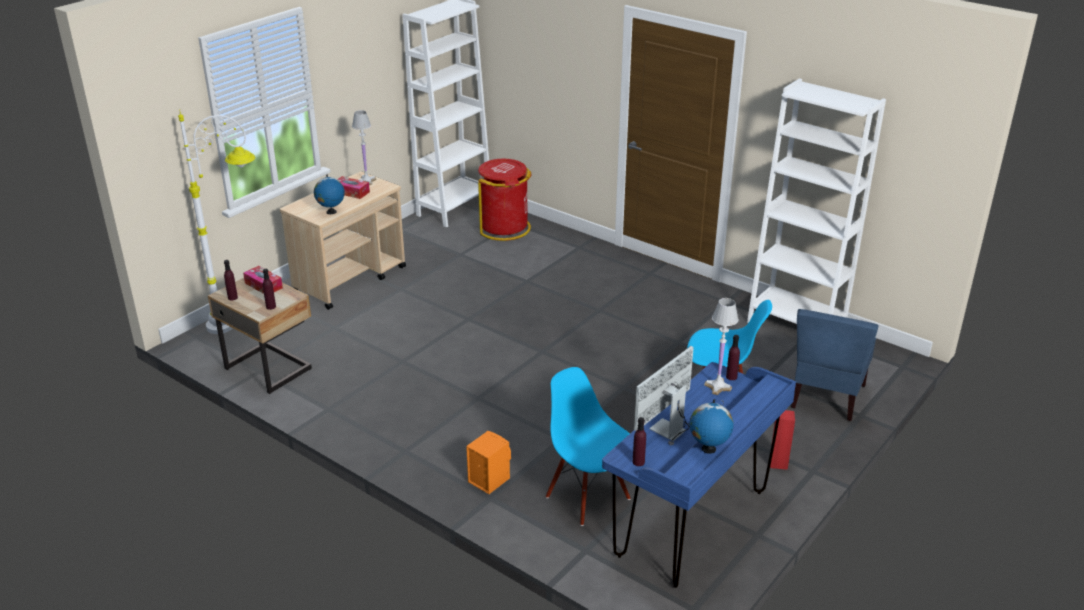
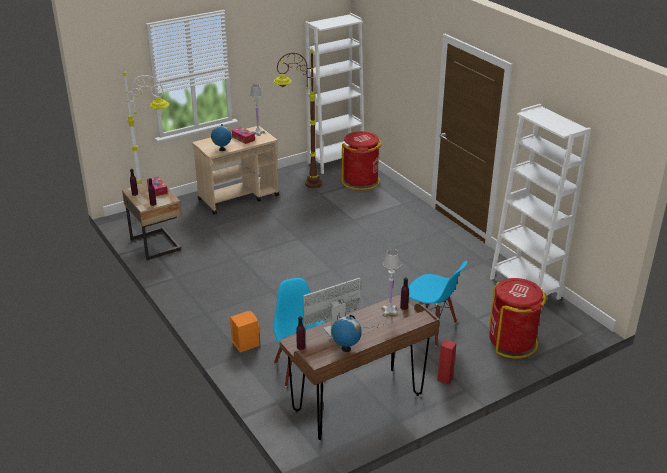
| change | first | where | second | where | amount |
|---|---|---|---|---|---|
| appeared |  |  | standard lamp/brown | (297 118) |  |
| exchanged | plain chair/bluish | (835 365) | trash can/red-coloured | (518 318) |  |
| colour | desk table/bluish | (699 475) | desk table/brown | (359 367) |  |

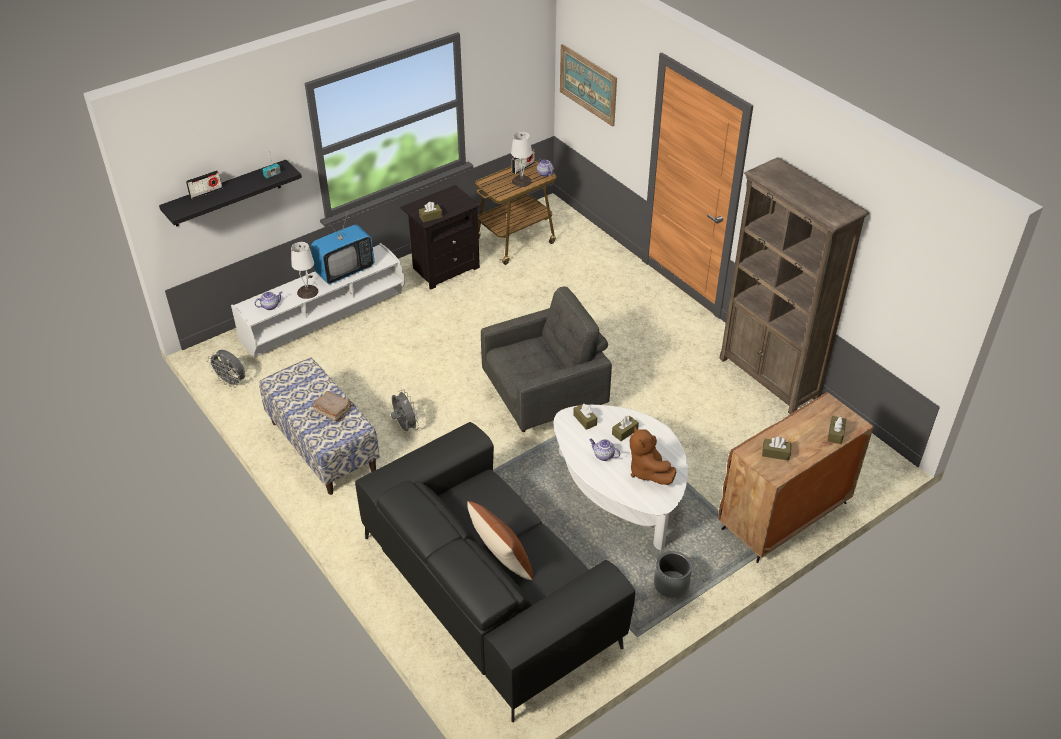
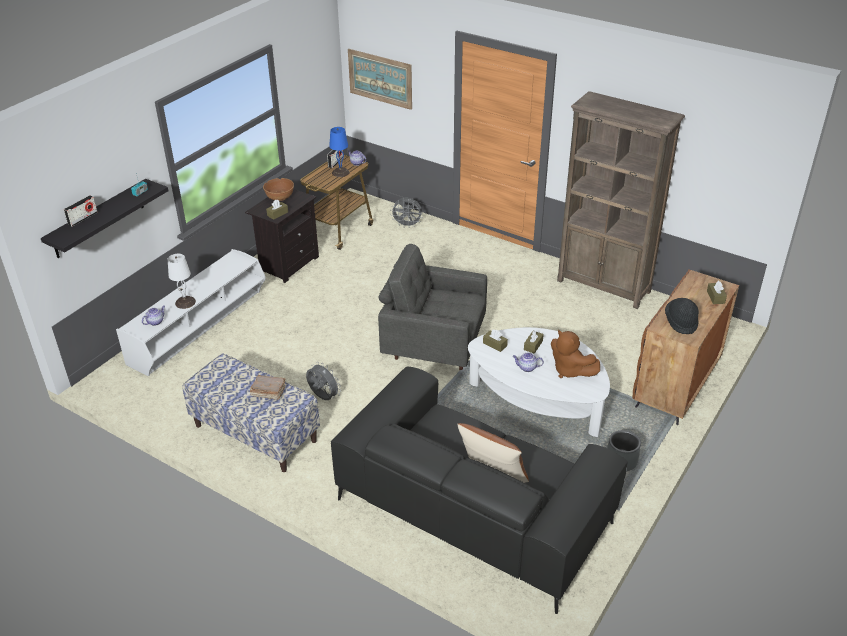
| change | first | where | second | where | amount |
|---|---|---|---|---|---|
| missing | TV | (342 247) |  |  |  |
| appeared |  |  | bowl/brown | (278 189) |  |
| relocated | fan/grey | (226 369) |  | (406 212) |  |
| exchanged | tissue holder/brown | (777 449) | clothing hat/blackish | (682 316) |  |
| colour | table lamp/white | (521 159) | table lamp/bluish | (339 152) |  |
| spun | lounge chair/grey | (546 359) |  | (432 307) | 120 degrees counterclockwise |

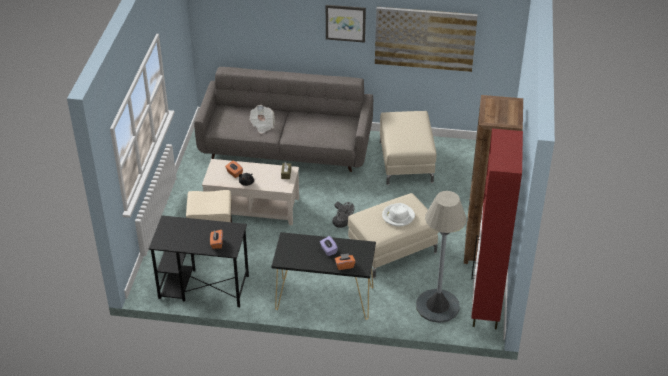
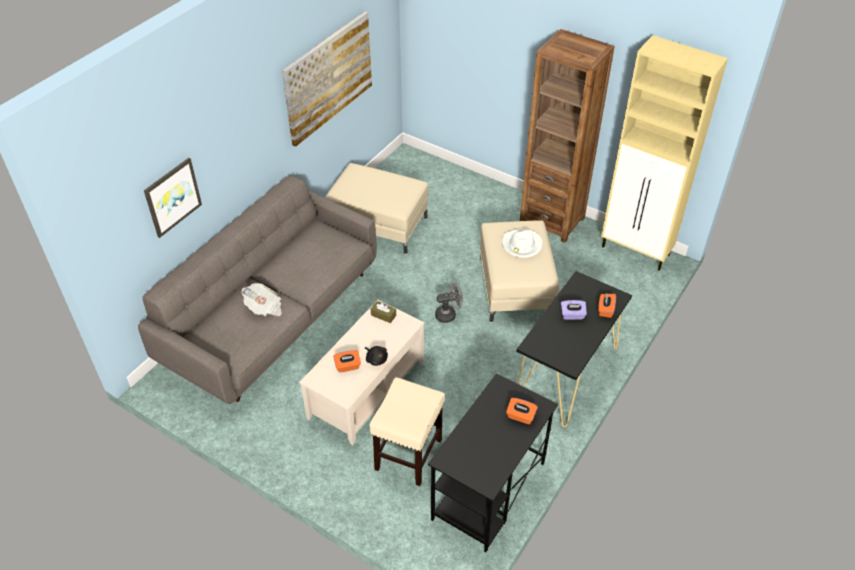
| change | first | where | second | where | amount |
|---|---|---|---|---|---|
| missing | standard lamp/grey | (441 257) |  |  |  |
| relocated | wall picture | (346 24) |  | (173 198) |  |
| colour | cabinet/red-coloured | (497 229) | cabinet/beige | (664 153) |  |

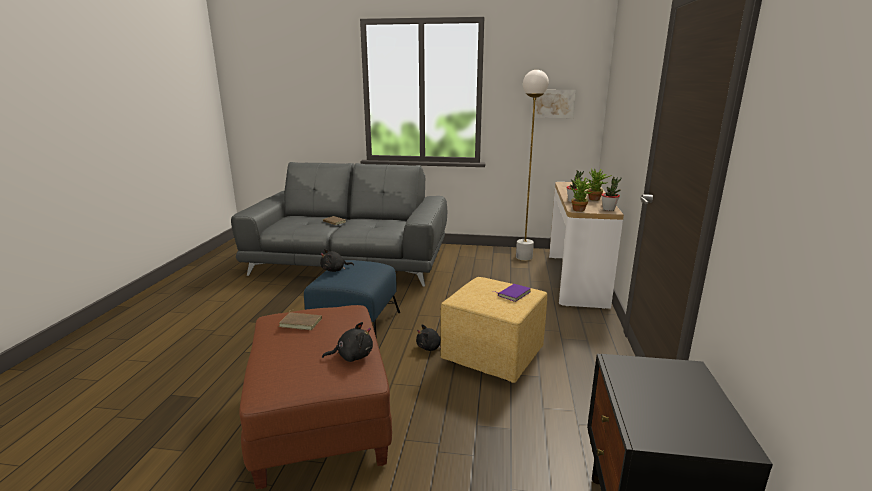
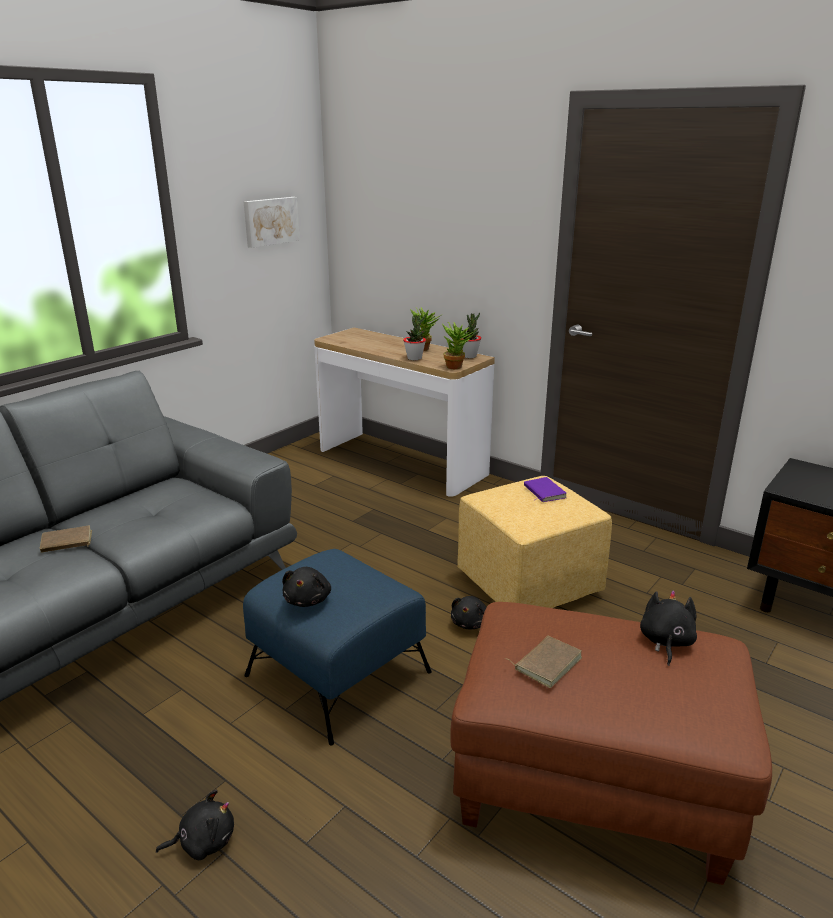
| change | first | where | second | where | amount |
|---|---|---|---|---|---|
| missing | standard lamp/white | (532 165) |  |  |  |
| appeared |  |  | soft toy/blackish | (195 825) |  |

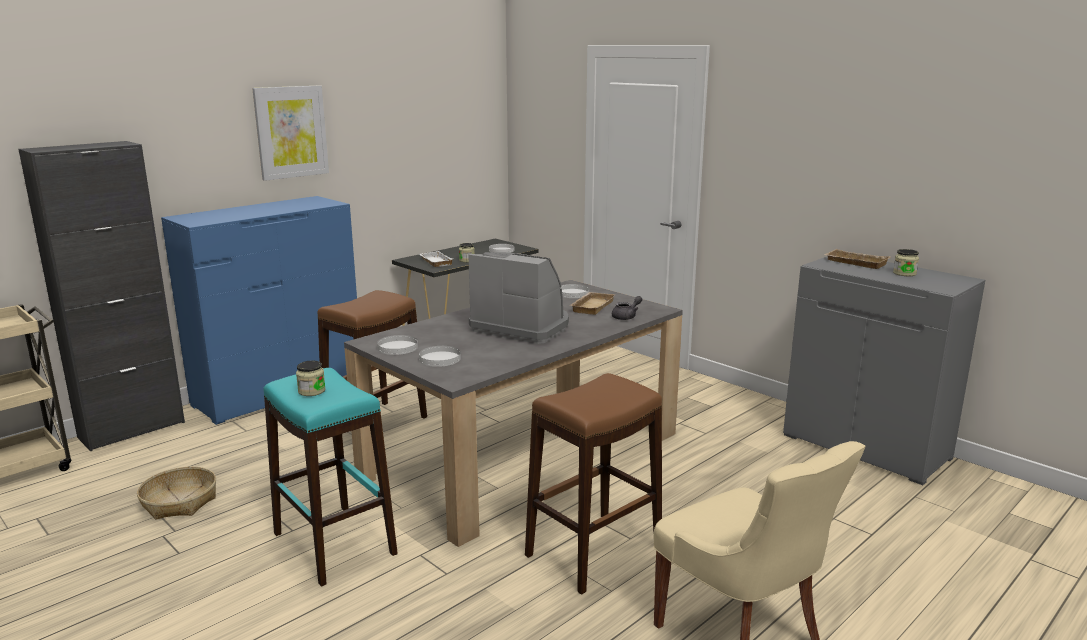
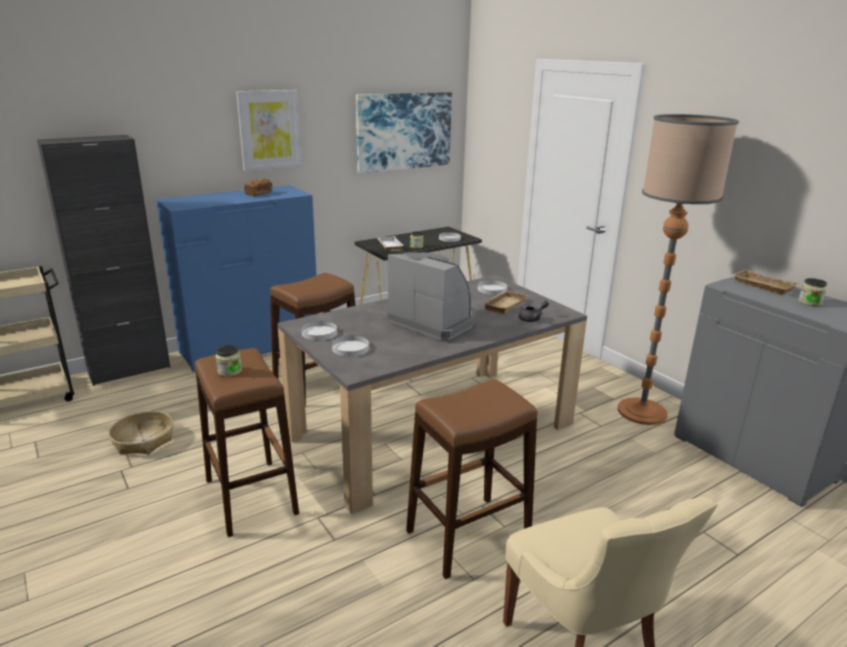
| change | first | where | second | where | amount |
|---|---|---|---|---|---|
| appeared |  |  | bread | (258 187) |  |
| appeared |  |  | wall picture | (404 132) |  |
| appeared |  |  | standard lamp | (678 269) |  |
| colour | stool/blue-green | (330 477) | stool/brown | (247 442) |  |

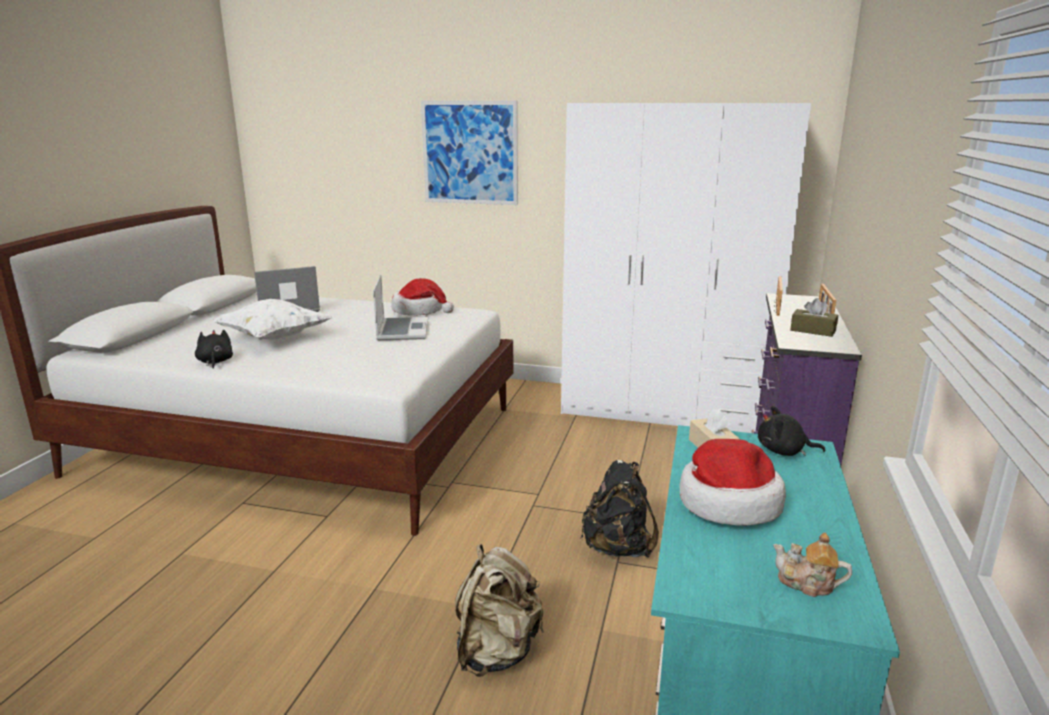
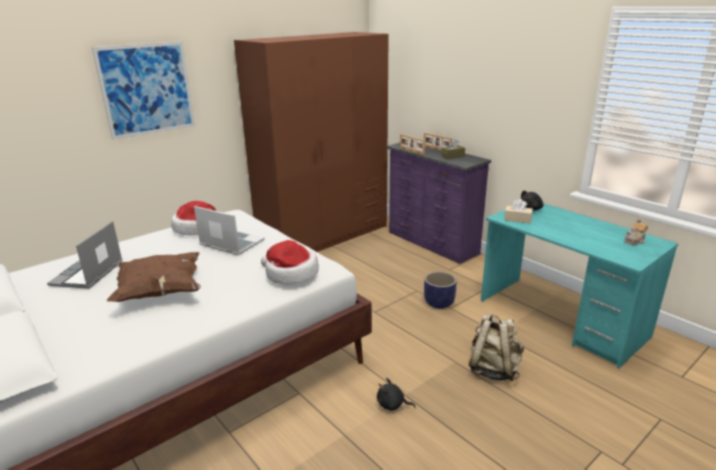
| change | first | where | second | where | amount |
|---|---|---|---|---|---|
| relocated | soft toy/blackish | (214 349) |  | (396 394) |  |
| relocated | clothing hat | (733 482) |  | (290 262) |  |
| exchanged | rucksack/blackish | (620 508) | plant pot | (440 290) |  |
| colour | cushion/white | (272 319) | cushion/brown | (154 277) |  |
| colour | wardrobe/white | (686 268) | wardrobe/brown | (311 142) |  |

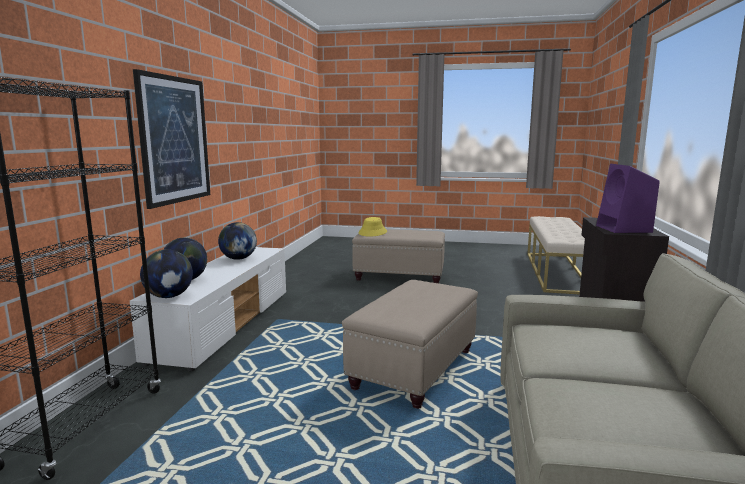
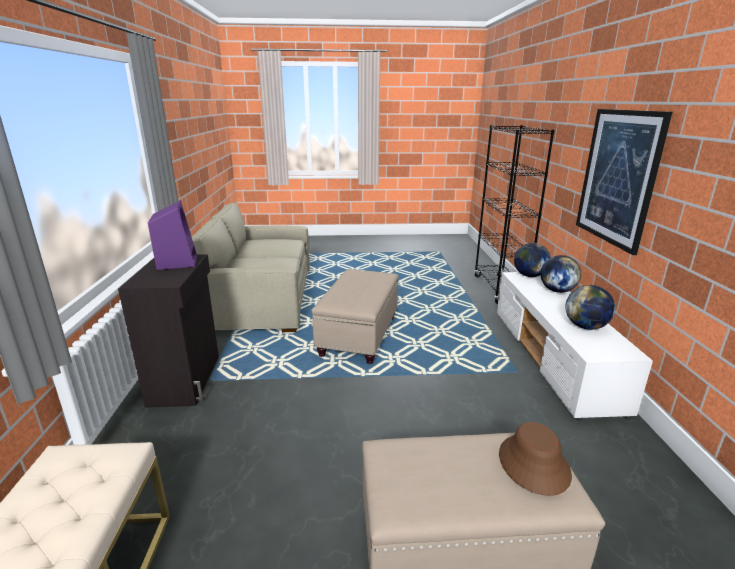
| change | first | where | second | where | amount |
|---|---|---|---|---|---|
| colour | clothing hat/yellow | (372 226) | clothing hat/brown | (535 459) |  |

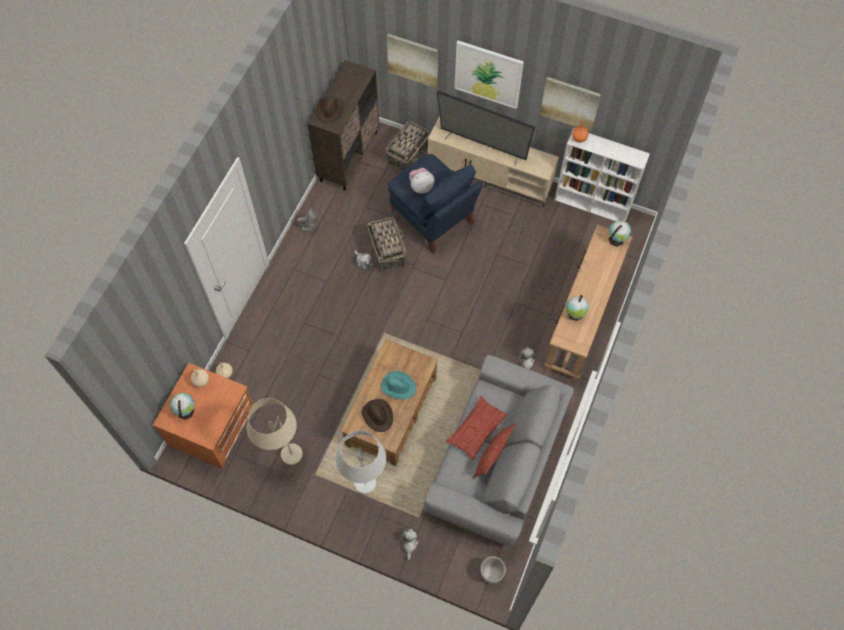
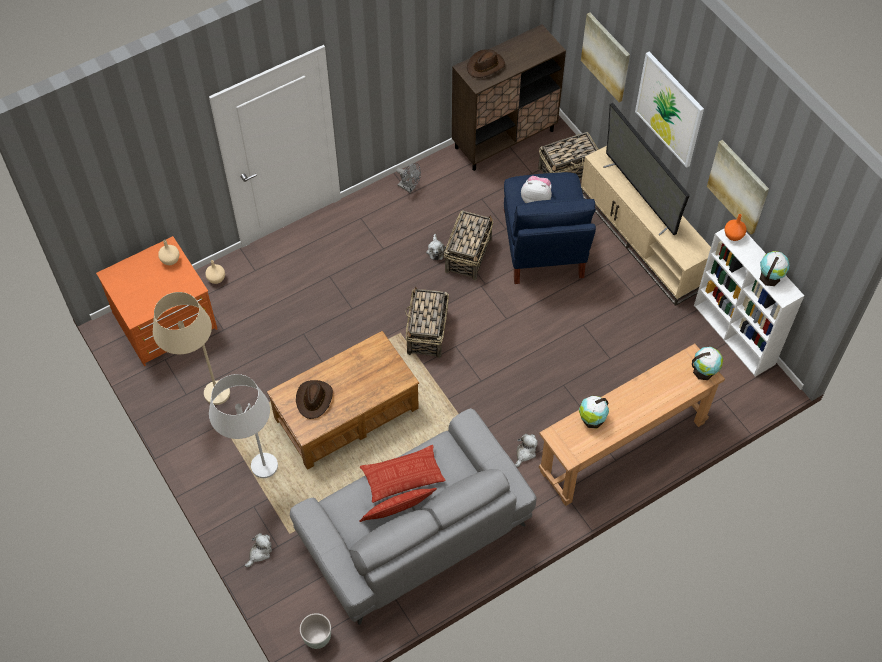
| change | first | where | second | where | amount |
|---|---|---|---|---|---|
| missing | clothing hat/blue-green | (398 385) |  |  |  |
| appeared |  |  | household basket | (427 322) |  |
| relocated | globe | (182 406) |  | (775 268) |  |

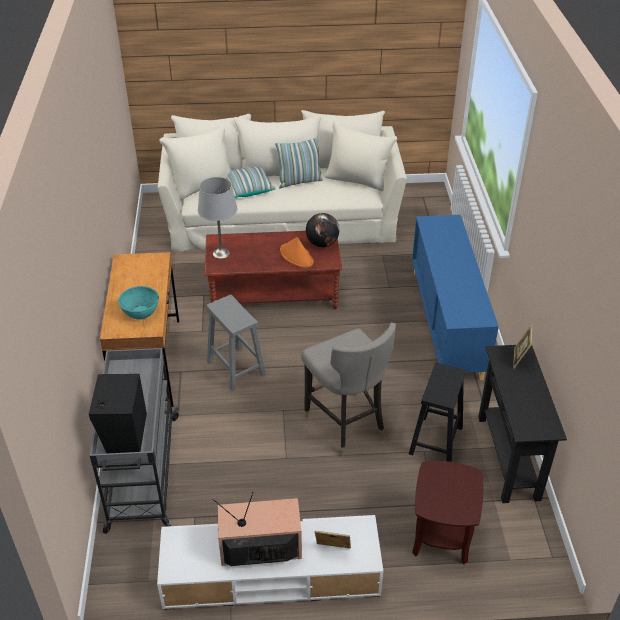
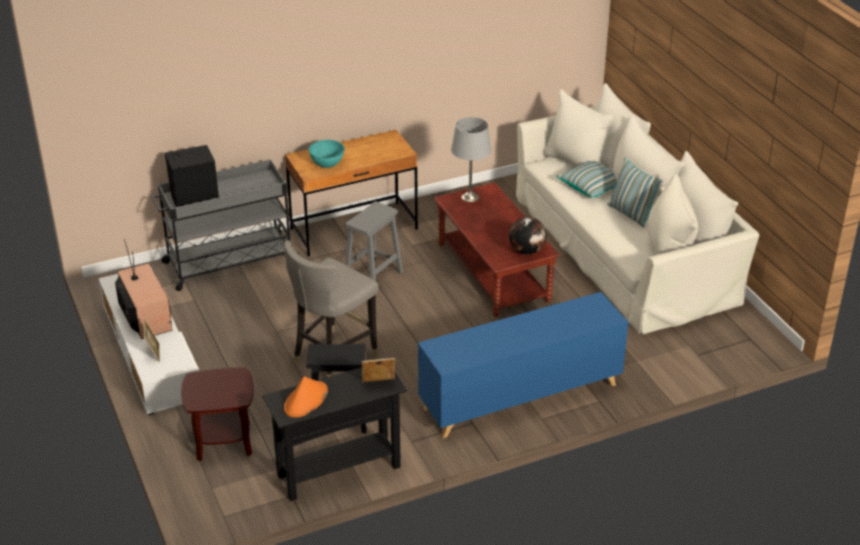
| change | first | where | second | where | amount |
|---|---|---|---|---|---|
| relocated | clothing hat/orange | (297 252) |  | (306 397) |  |

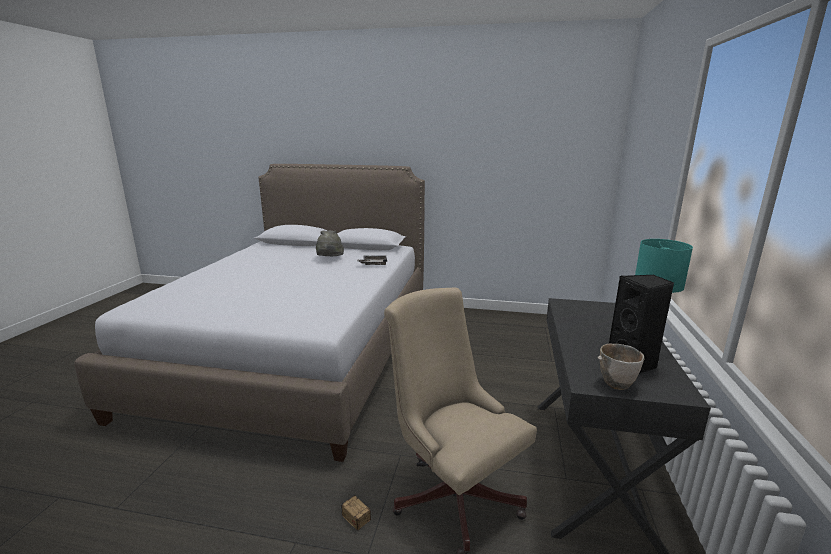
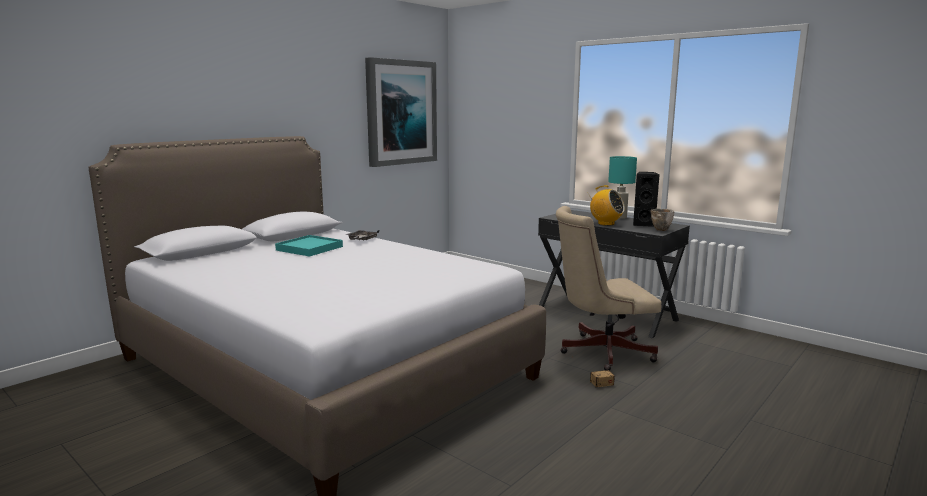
| change | first | where | second | where | amount |
|---|---|---|---|---|---|
| appeared |  |  | wall picture | (401 112) |  |
| appeared |  |  | radio receiver | (606 205) |  |
| exchanged | clothing hat/grey | (330 243) | carrying tray/blue-green | (309 246) |  |

